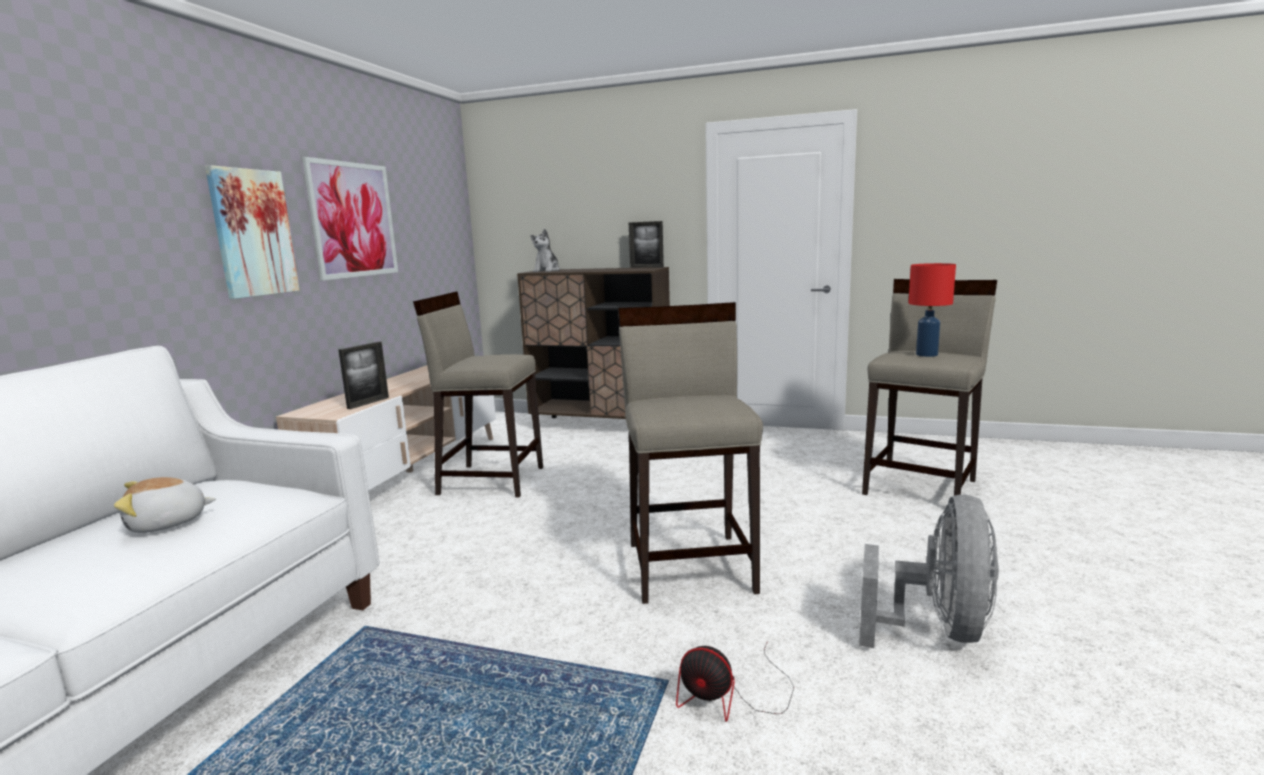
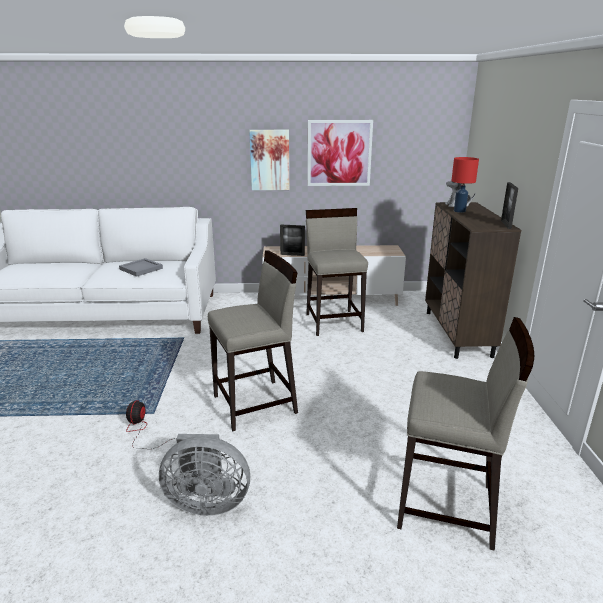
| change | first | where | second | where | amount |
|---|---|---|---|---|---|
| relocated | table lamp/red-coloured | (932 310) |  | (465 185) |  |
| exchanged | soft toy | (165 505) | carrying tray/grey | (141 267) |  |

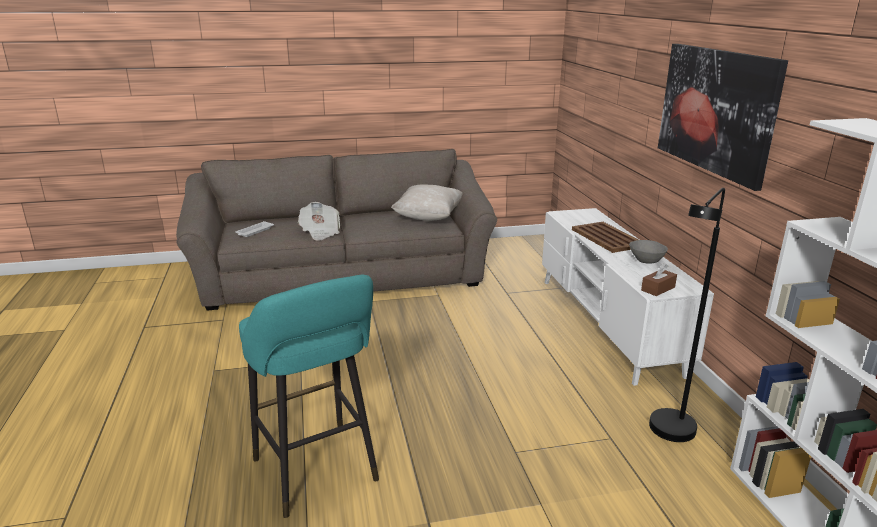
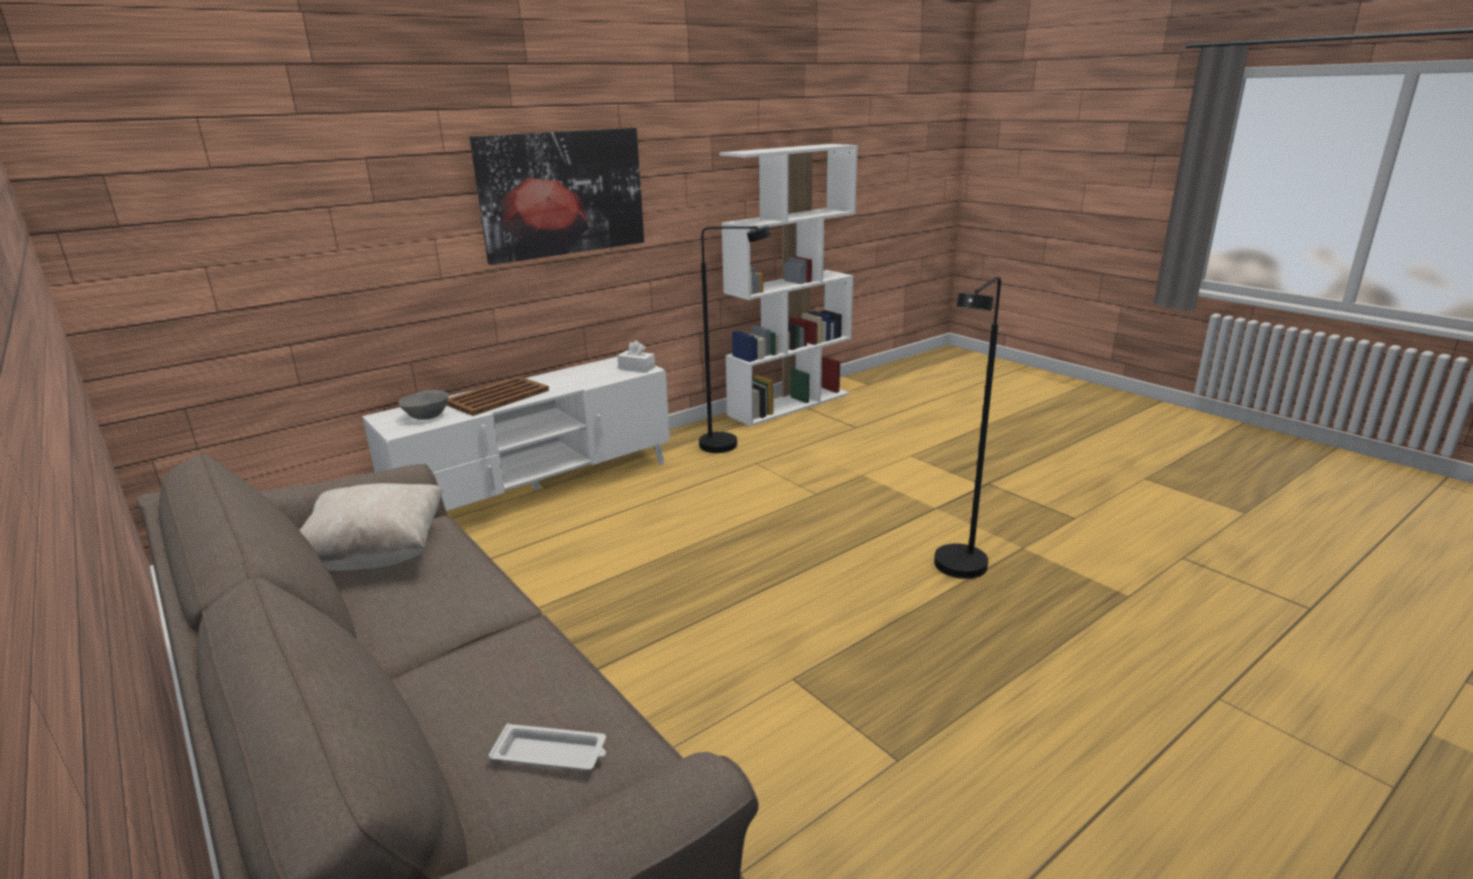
| change | first | where | second | where | amount |
|---|---|---|---|---|---|
| missing | printed paper | (319 221) |  |  |  |
| relocated | bowl/grey | (648 252) |  | (424 405) |  |
| exchanged | stool/blue-green | (309 396) | standard lamp/blackish | (967 428) |  |
| colour | tissue holder/brown | (659 279) | tissue holder/white | (636 357) |  |

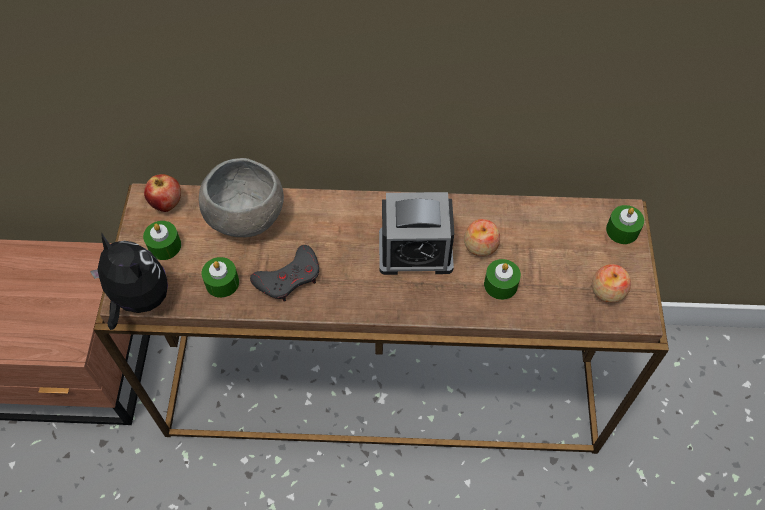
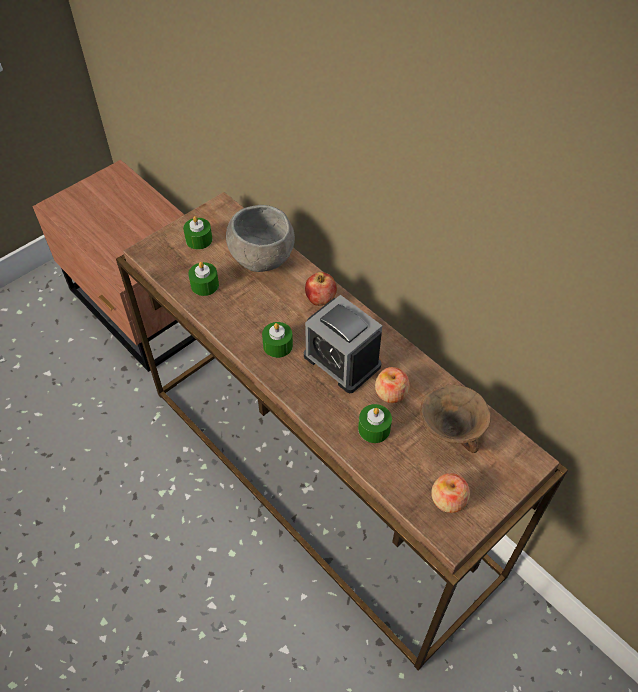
| change | first | where | second | where | amount |
|---|---|---|---|---|---|
| missing | soft toy | (129 282) |  |  |  |
| missing | game controller/grey | (284 273) |  |  |  |
| appeared |  |  | bowl/brown | (455 418) |  |
| relocated | apple | (162 193) |  | (321 289) |  |
| relocated | wax candle/green-coloured | (625 224) |  | (277 340) |  |

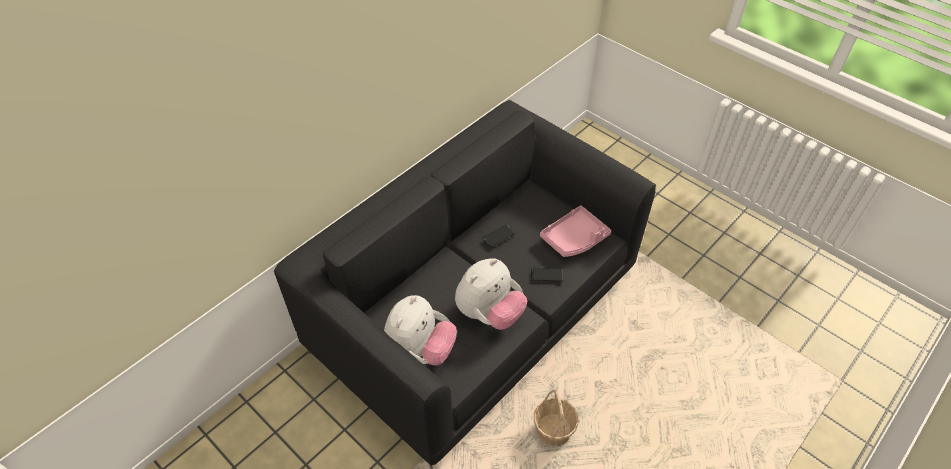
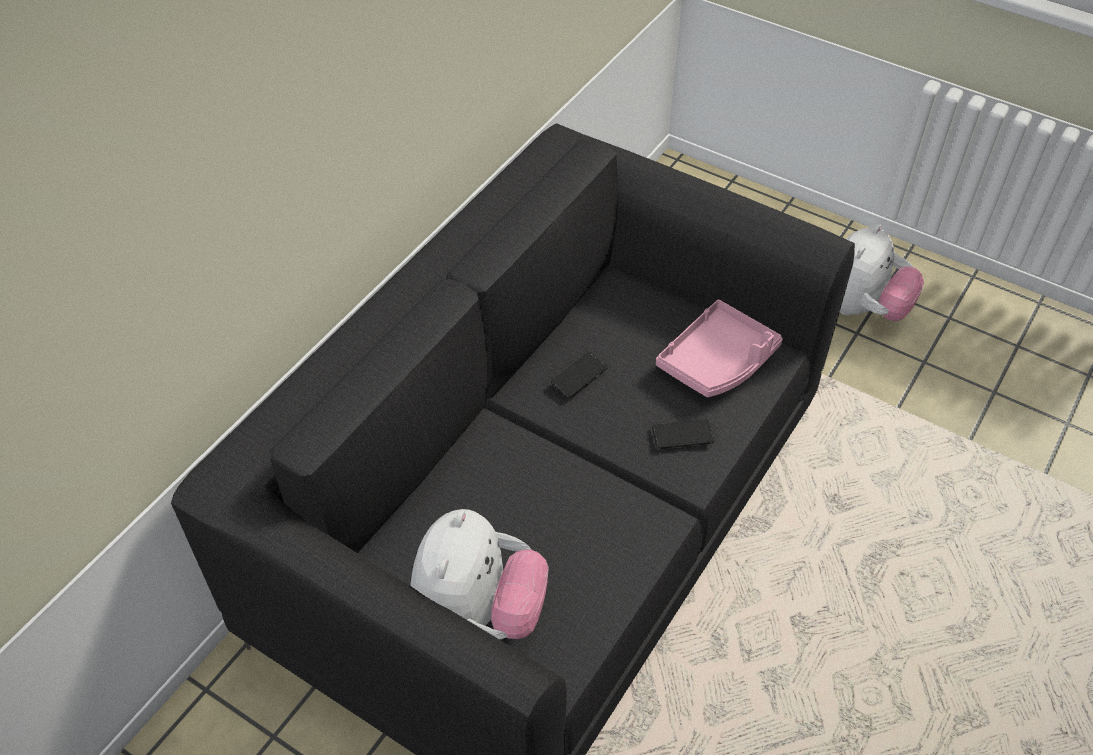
| change | first | where | second | where | amount |
|---|---|---|---|---|---|
| missing | household basket | (556 418) |  |  |  |
| relocated | soft toy | (491 294) |  | (882 272) |  |

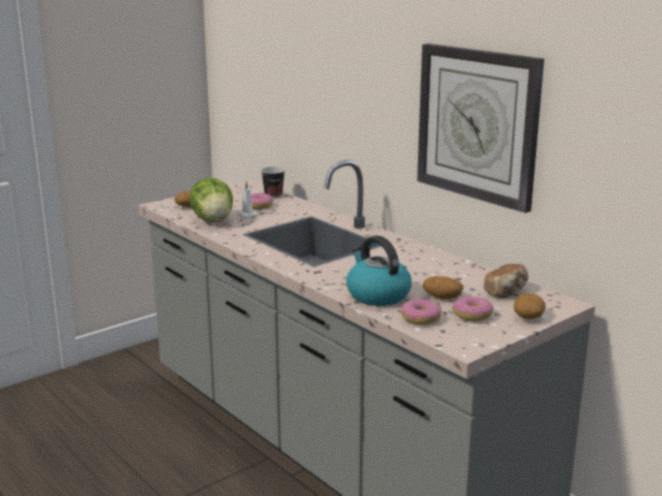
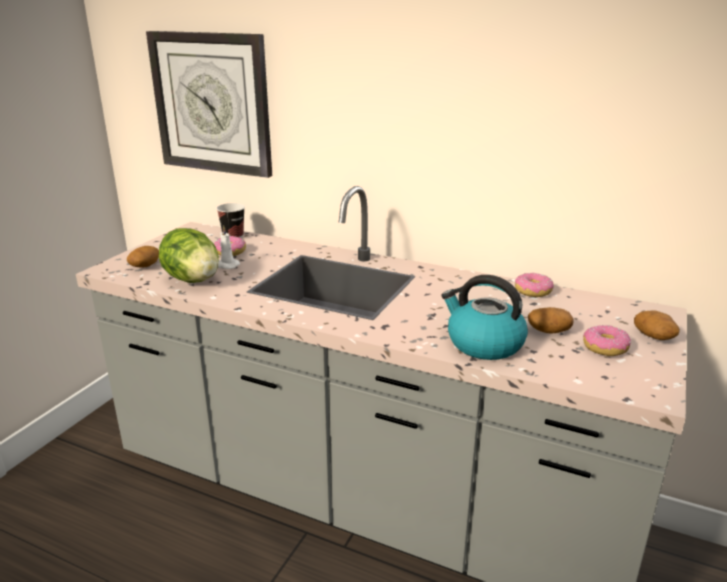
| change | first | where | second | where | amount |
|---|---|---|---|---|---|
| missing | bread | (506 281) |  |  |  |
| relocated | donut | (421 312) |  | (534 285) |  |
| relocated | wall clock | (480 128) |  | (209 104) |  |

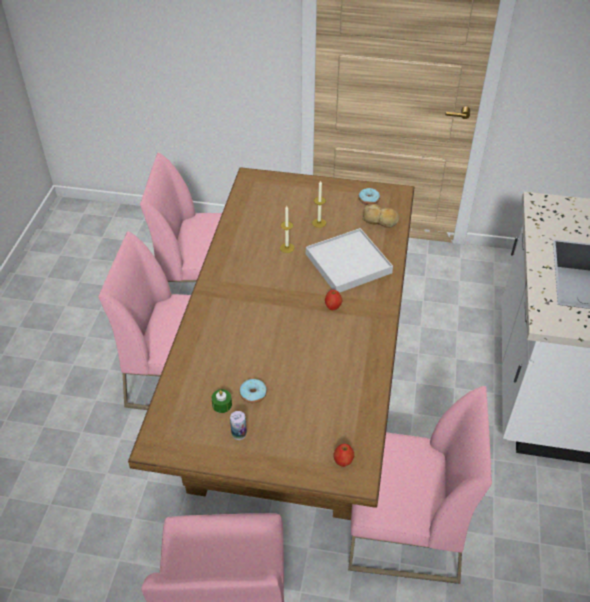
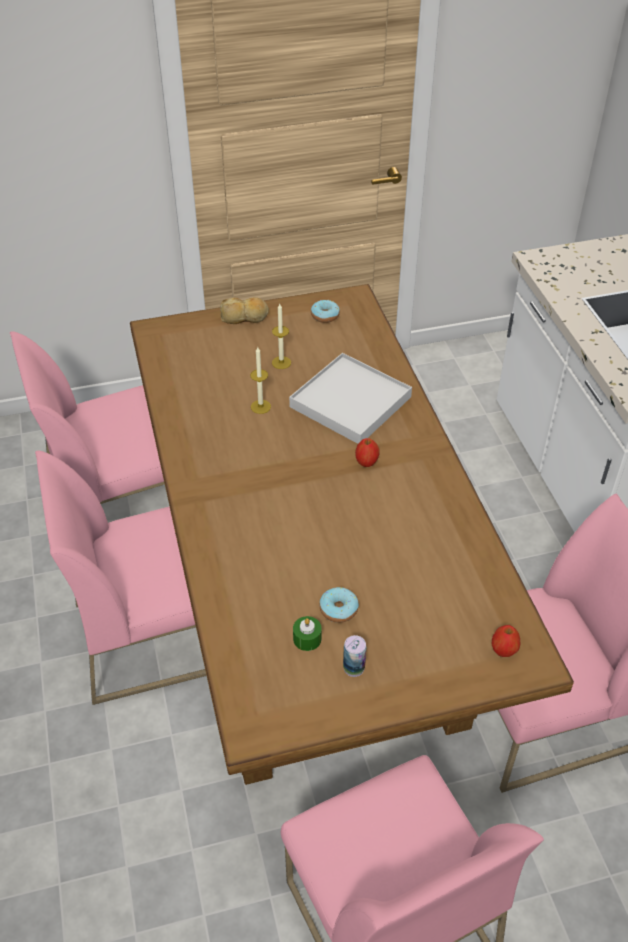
| change | first | where | second | where | amount |
|---|---|---|---|---|---|
| relocated | bread | (380 216) |  | (244 310) |  |

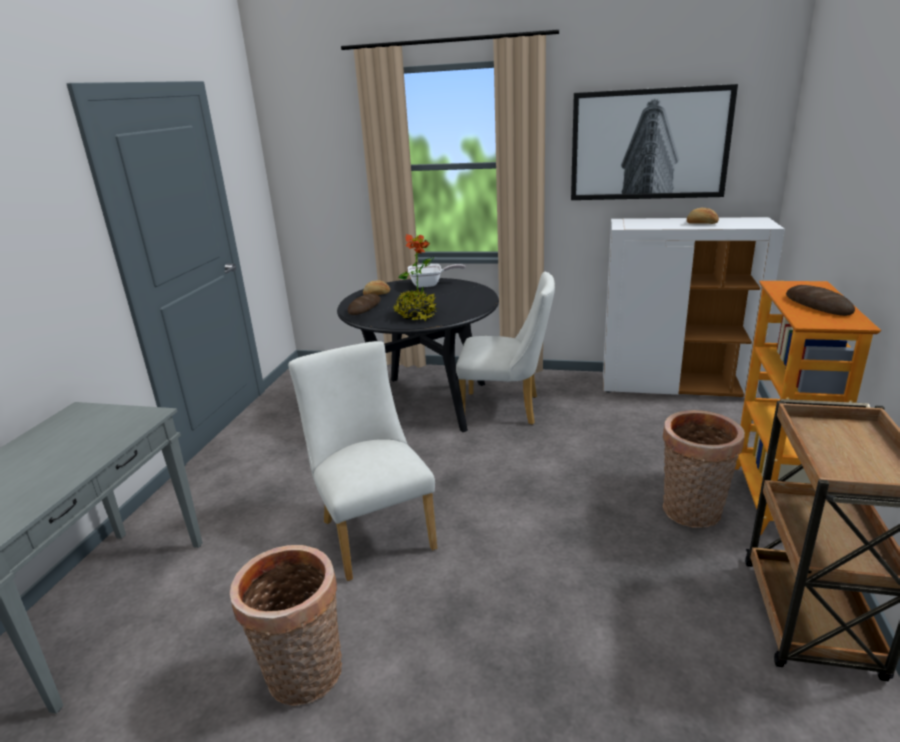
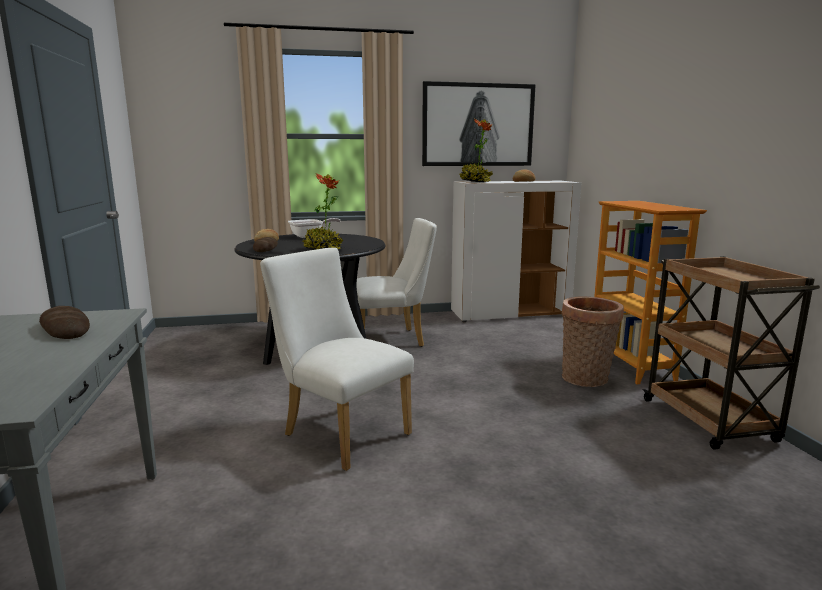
| change | first | where | second | where | amount |
|---|---|---|---|---|---|
| missing | household basket | (286 625) |  |  |  |
| appeared |  |  | plant in a pot | (476 150) |  |
| relocated | bread | (820 300) |  | (64 322) |  |

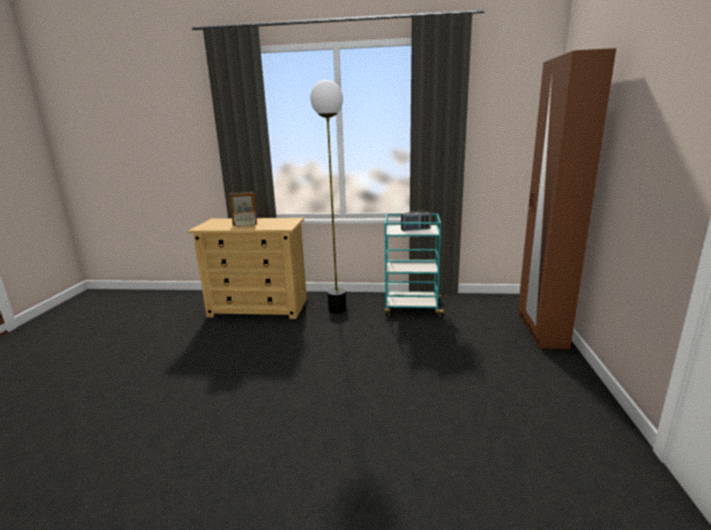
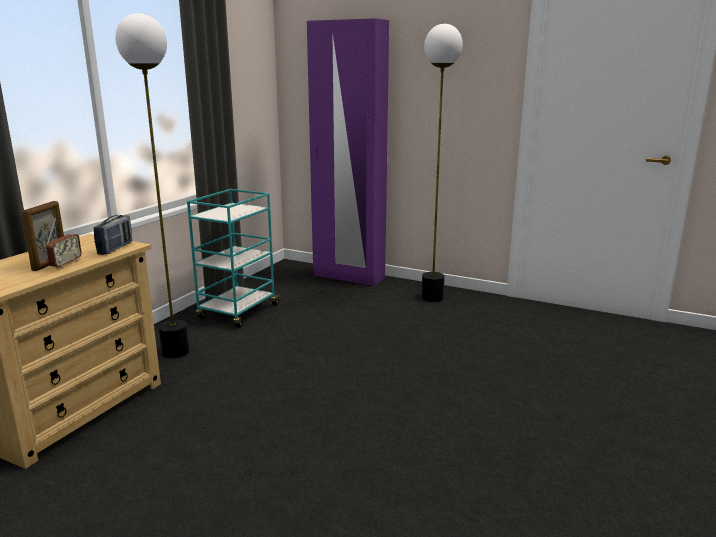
| change | first | where | second | where | amount |
|---|---|---|---|---|---|
| appeared |  |  | standard lamp | (442 163) |  |
| relocated | radio receiver | (416 220) |  | (113 235) |  |
| colour | wardrobe/brown | (567 198) | wardrobe/purple | (348 152) |  |

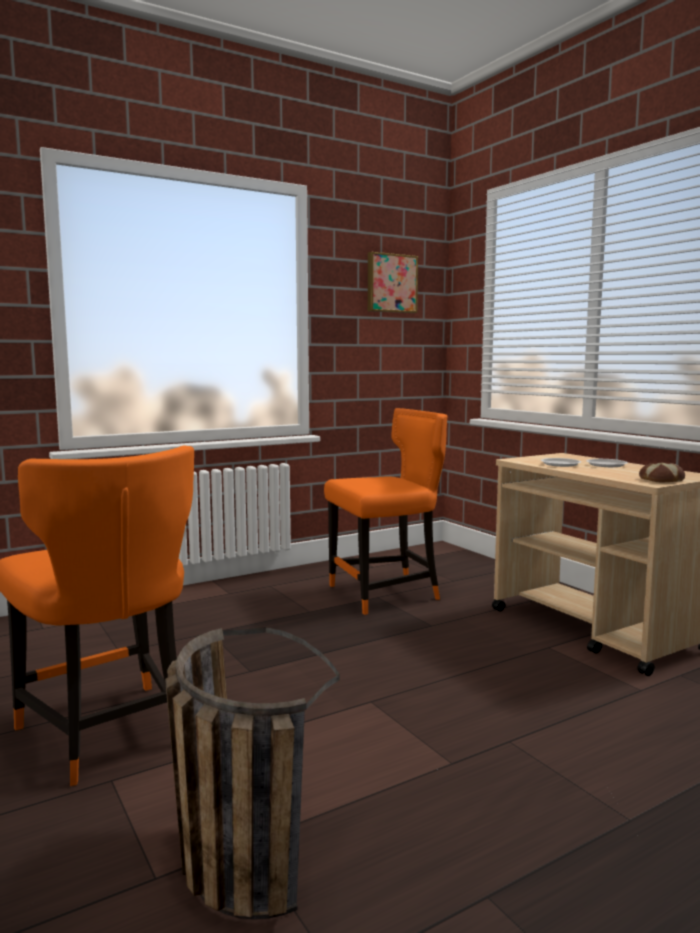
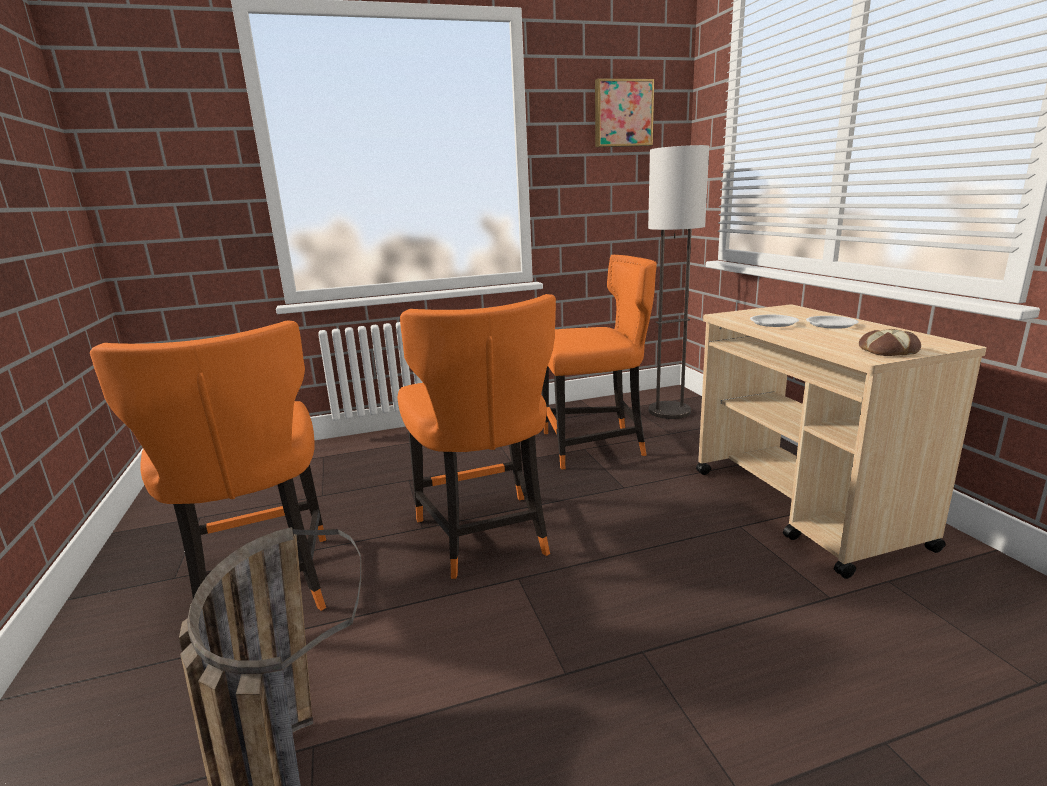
| change | first | where | second | where | amount |
|---|---|---|---|---|---|
| appeared |  |  | plain chair/orange | (477 436) |  |
| appeared |  |  | standard lamp | (678 282) |  |

